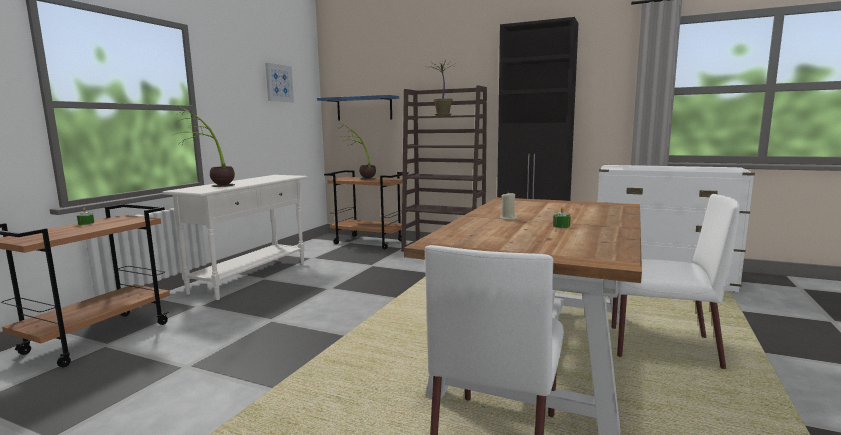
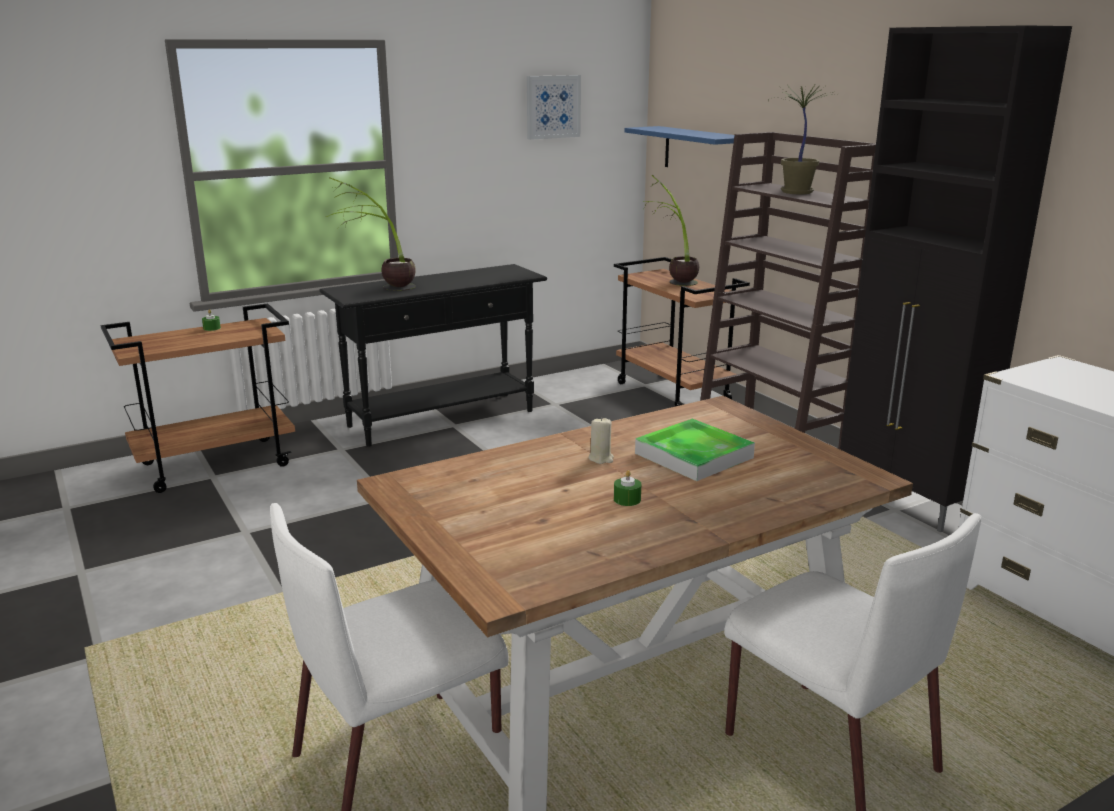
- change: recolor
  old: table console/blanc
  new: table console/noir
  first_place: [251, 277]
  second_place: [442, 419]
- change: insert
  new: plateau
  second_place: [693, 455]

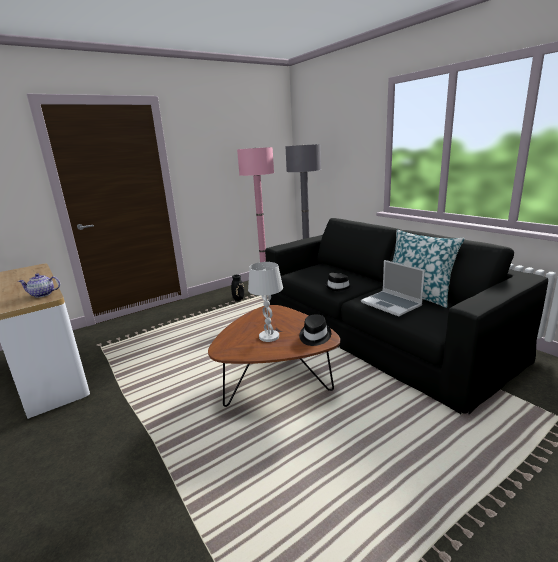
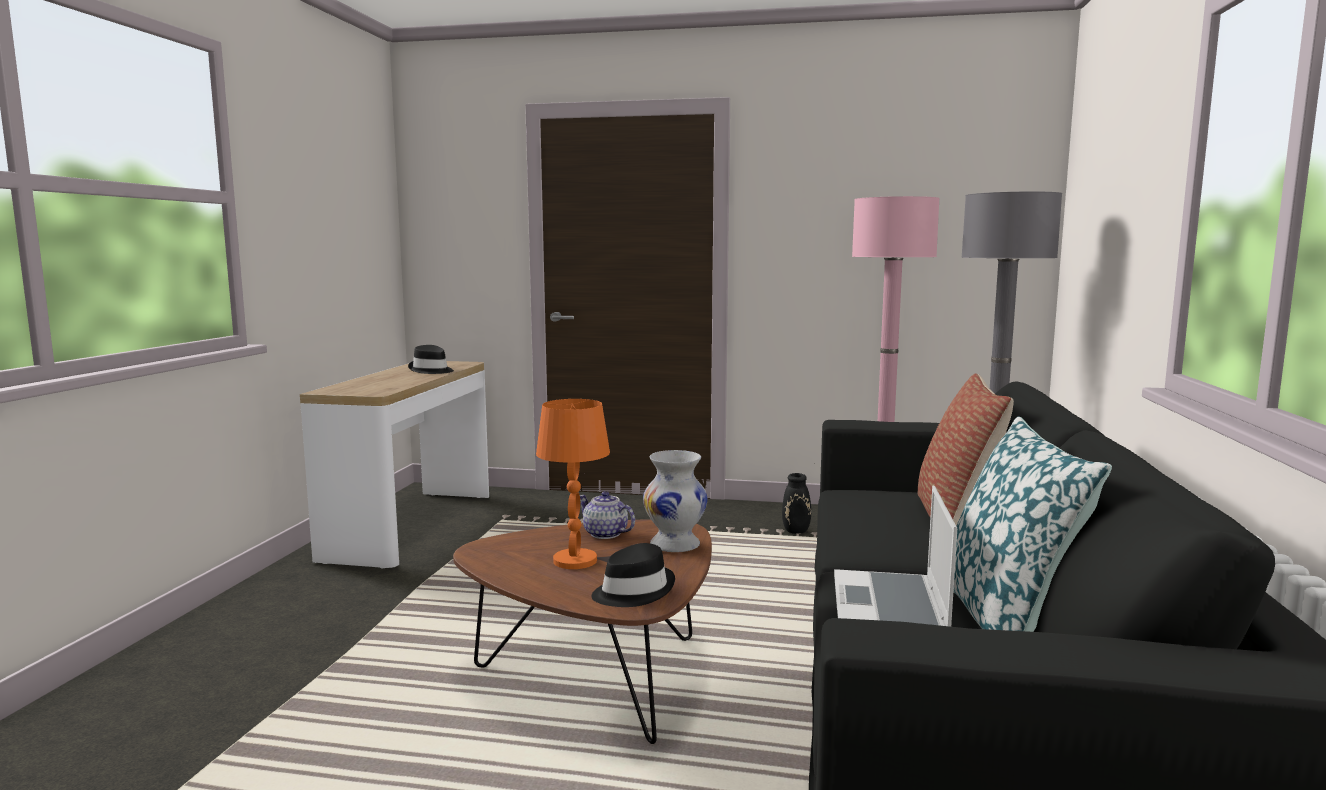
- change: recolor
  old: lampe de table/blanc
  new: lampe de table/orange
  first_place: [269, 336]
  second_place: [574, 561]
- change: move
  old: théière
  first_place: [43, 294]
  second_place: [605, 534]
- change: move
  old: chapeau/noir
  first_place: [338, 287]
  second_place: [431, 370]
- change: insert
  new: coussin
  second_place: [955, 518]
- change: insert
  new: vase/blanc
  second_place: [674, 545]

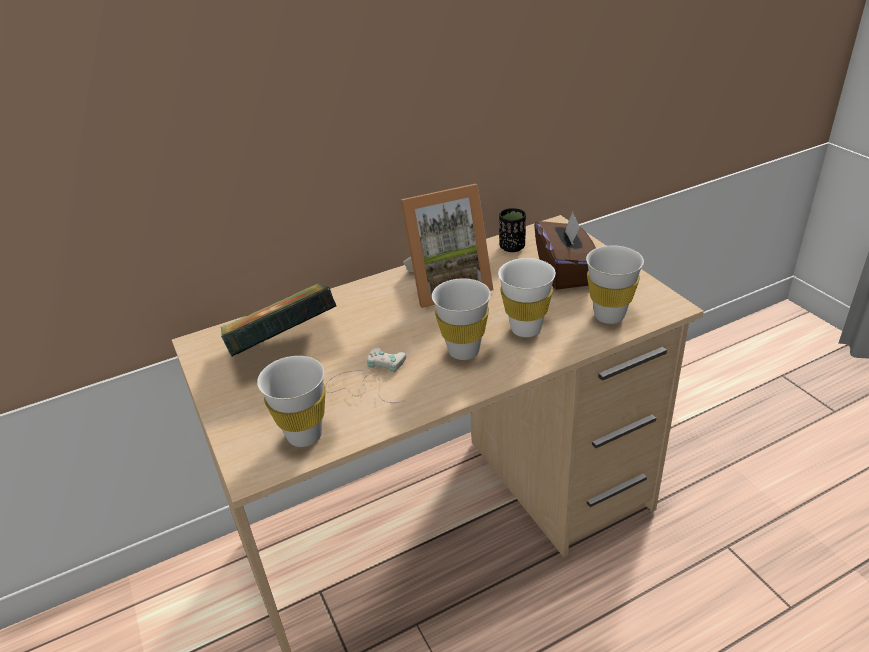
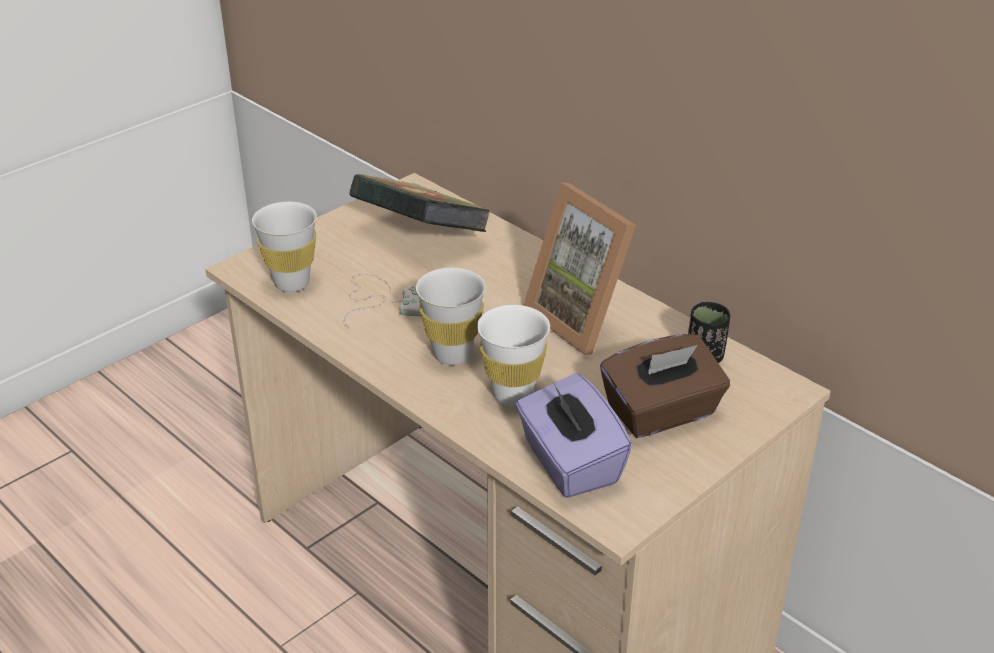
- change: replace
  old: tasse/blanc
  new: boîte à mouchoirs/violet
  first_place: [609, 316]
  second_place: [569, 463]

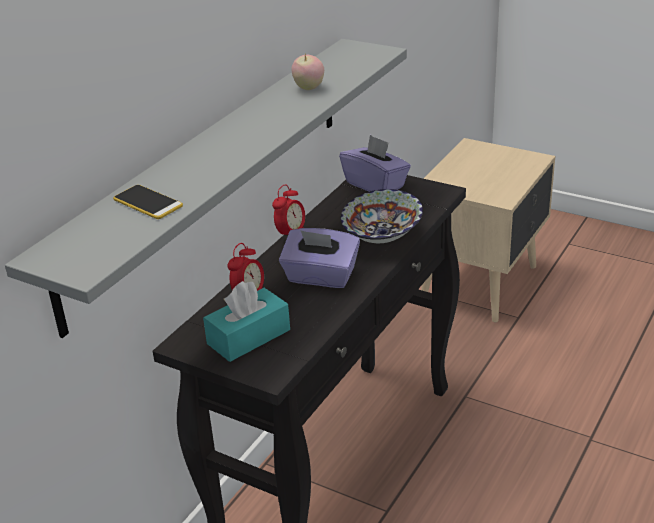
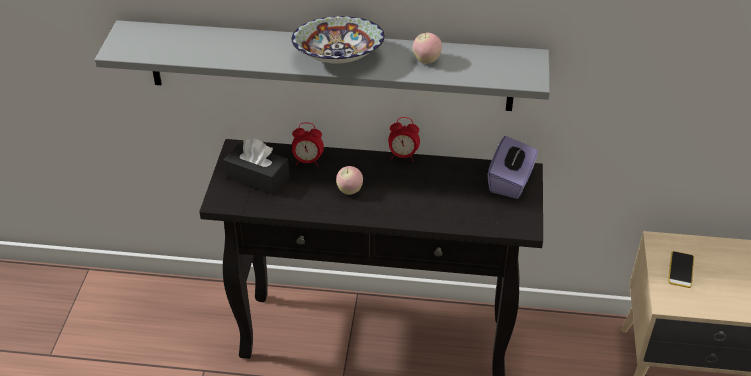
- change: move
  old: téléphone
  first_place: [148, 203]
  second_place: [681, 270]
- change: move
  old: bol
  first_place: [383, 236]
  second_place: [338, 58]
- change: replace
  old: boîte à mouchoirs/violet
  new: pomme
  first_place: [320, 277]
  second_place: [349, 190]
- change: recolor
  old: boîte à mouchoirs/turquoise
  new: boîte à mouchoirs/noir
  first_place: [248, 337]
  second_place: [257, 177]

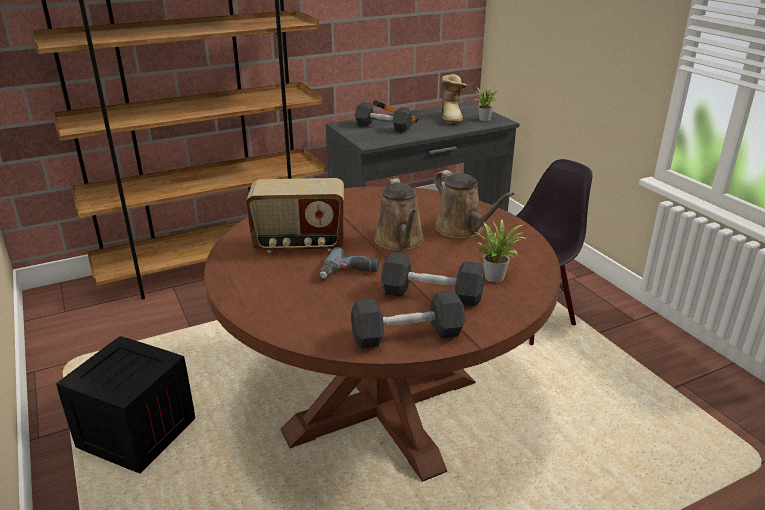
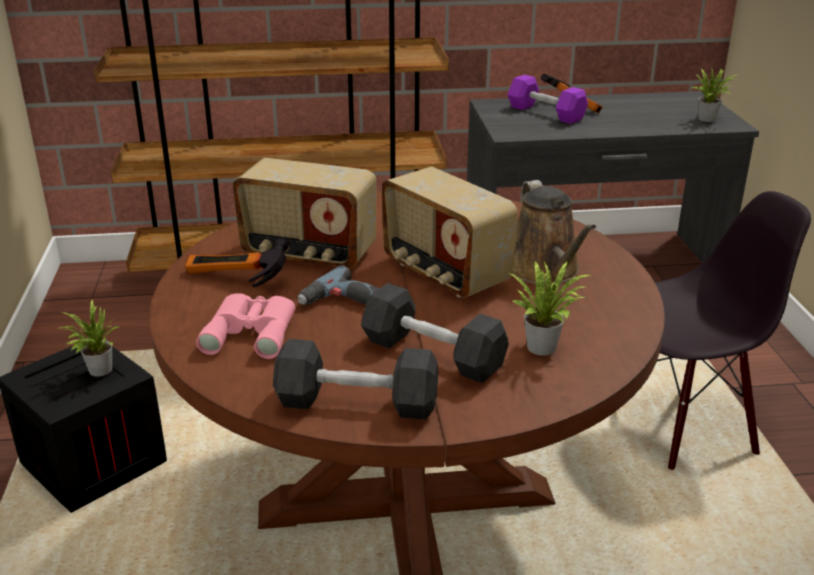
- change: delete
  old: botte
  first_place: [452, 117]
- change: recolor
  old: haltère/noir
  new: haltère/violet
  first_place: [383, 127]
  second_place: [546, 113]
- change: replace
  old: arrosoir/marron
  new: radio
  first_place: [400, 241]
  second_place: [444, 273]
- change: insert
  new: marteau
  second_place: [233, 282]
- change: insert
  new: jumelles/rose
  second_place: [252, 331]
- change: insert
  new: plante en pot
  second_place: [97, 370]

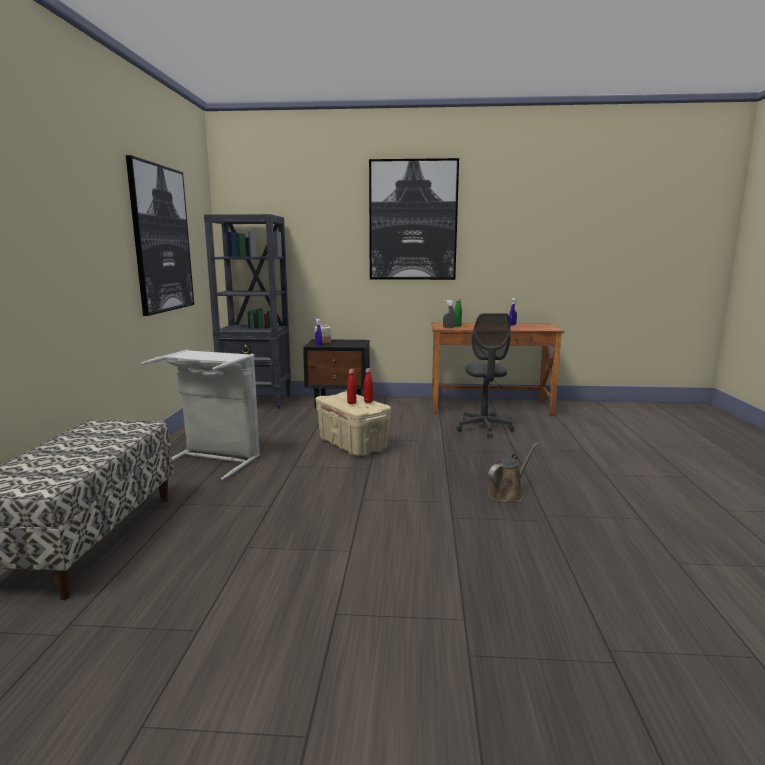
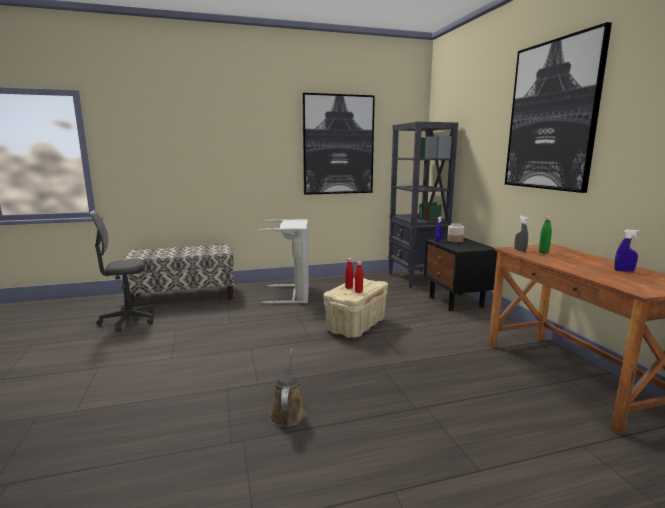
- change: move
  old: chaise de bureau/gris
  first_place: [484, 428]
  second_place: [128, 321]
- change: rotate
  old: arrosoir/marron
  first_place: [507, 494]
  second_place: [288, 412]
  degrees: -120

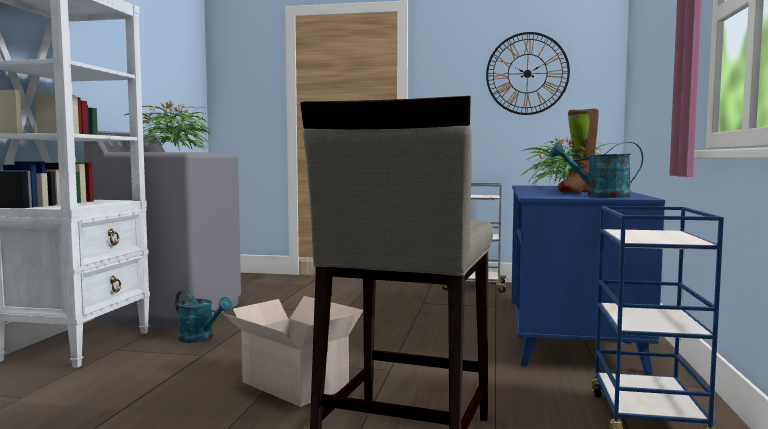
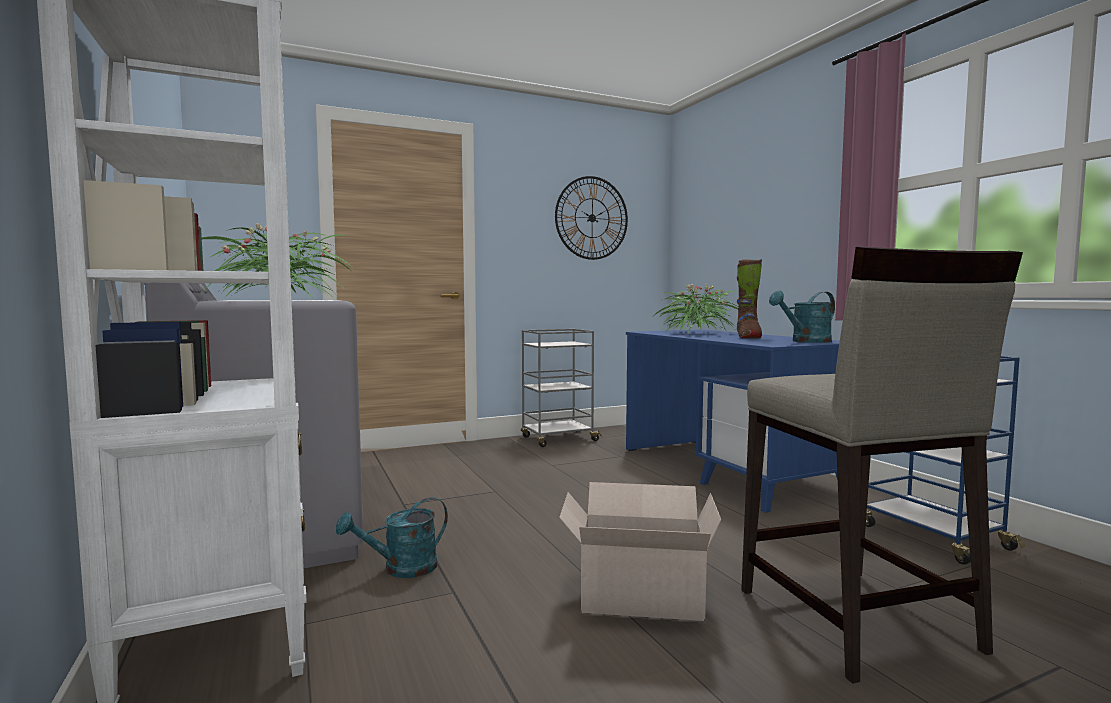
- change: rotate
  old: arrosoir/turquoise
  first_place: [201, 339]
  second_place: [401, 569]
  degrees: 150

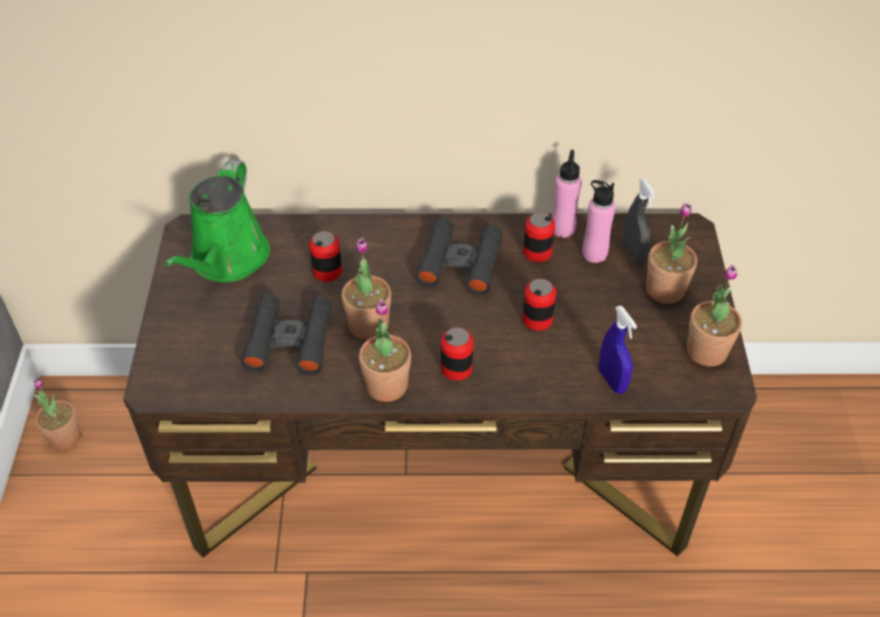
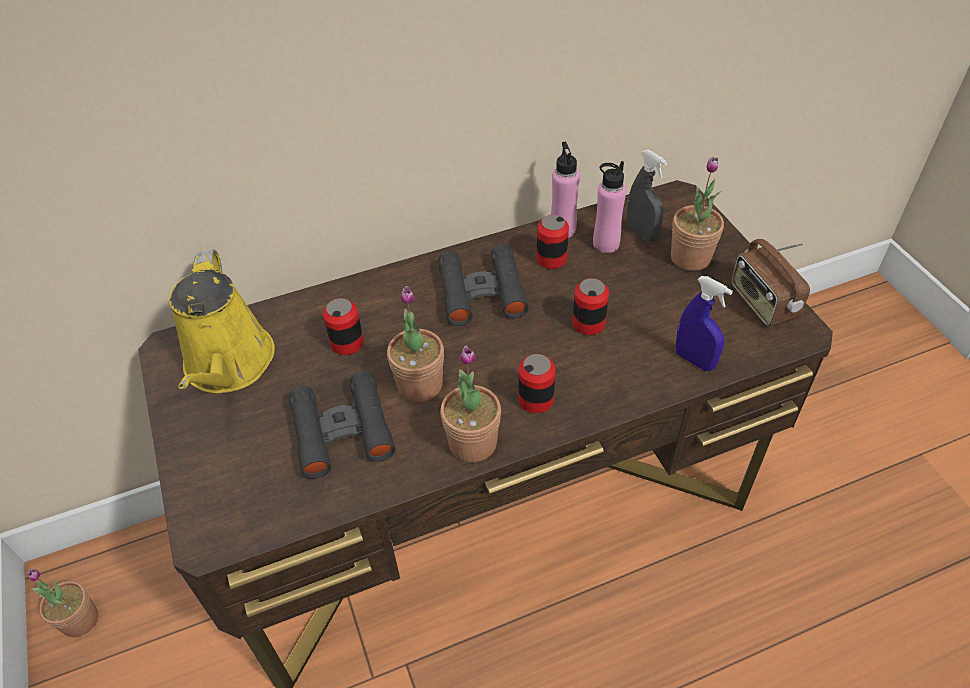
- change: recolor
  old: arrosoir/vert
  new: arrosoir/jaune
  first_place: [227, 260]
  second_place: [229, 366]
- change: replace
  old: plante en pot
  new: radio
  first_place: [706, 351]
  second_place: [762, 302]

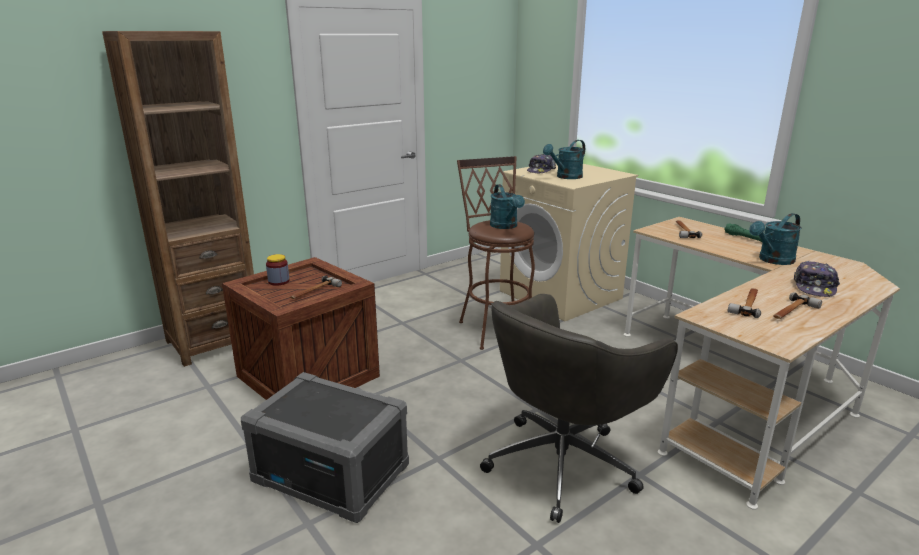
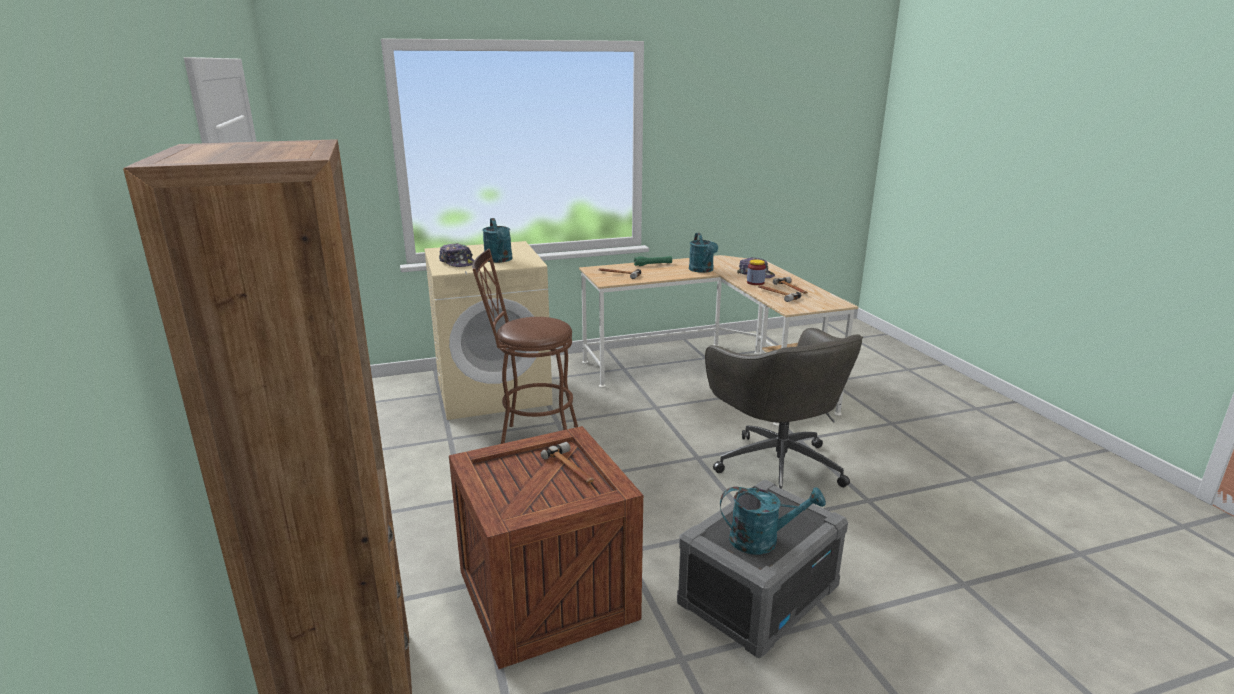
- change: move
  old: arrosoir/turquoise
  first_place: [506, 226]
  second_place: [762, 540]
- change: move
  old: bocal
  first_place: [279, 281]
  second_place: [755, 282]

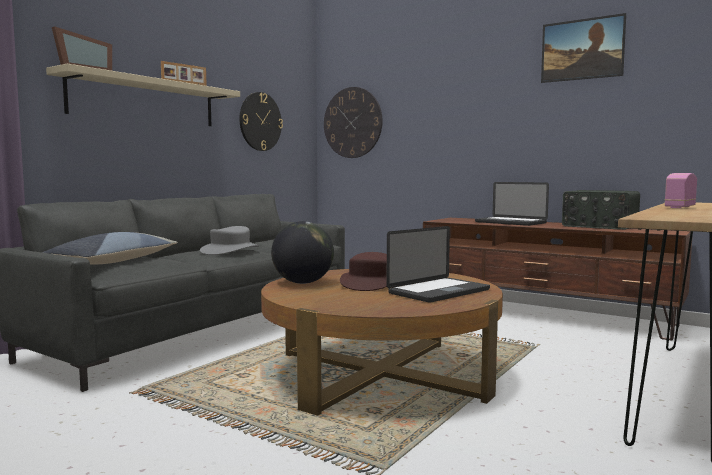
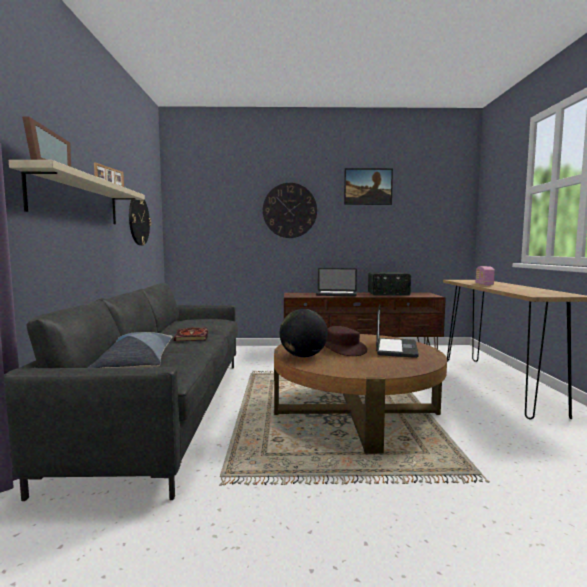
- change: move
  old: horloge murale
  first_place: [352, 122]
  second_place: [289, 210]
- change: replace
  old: chapeau/gris
  new: livre
  first_place: [230, 250]
  second_place: [192, 336]

